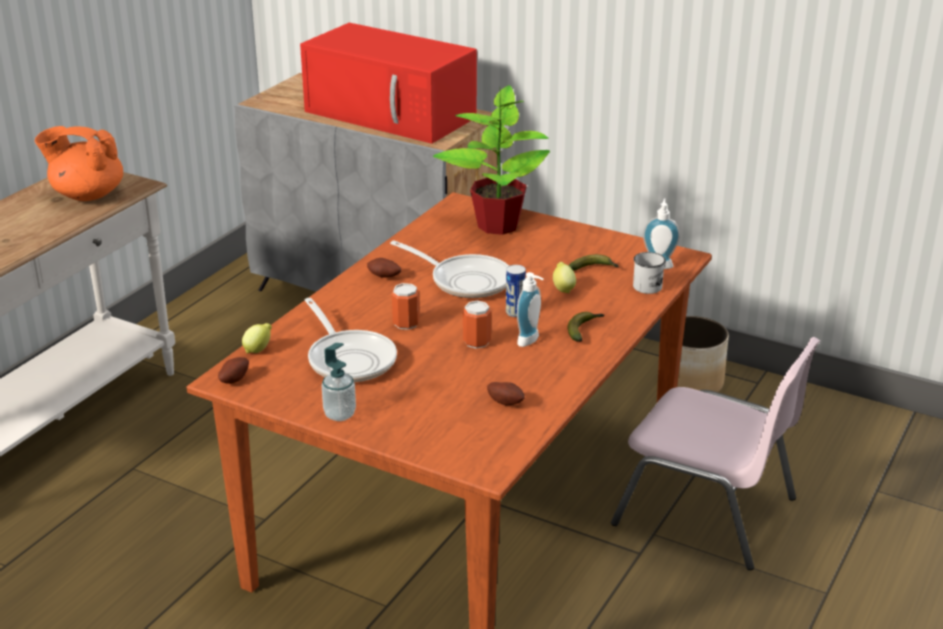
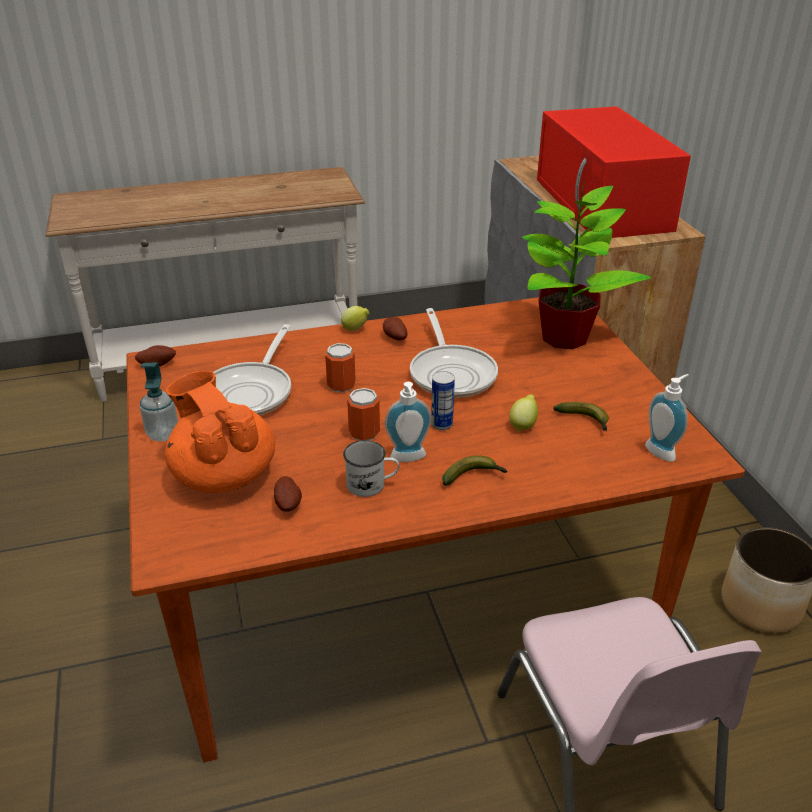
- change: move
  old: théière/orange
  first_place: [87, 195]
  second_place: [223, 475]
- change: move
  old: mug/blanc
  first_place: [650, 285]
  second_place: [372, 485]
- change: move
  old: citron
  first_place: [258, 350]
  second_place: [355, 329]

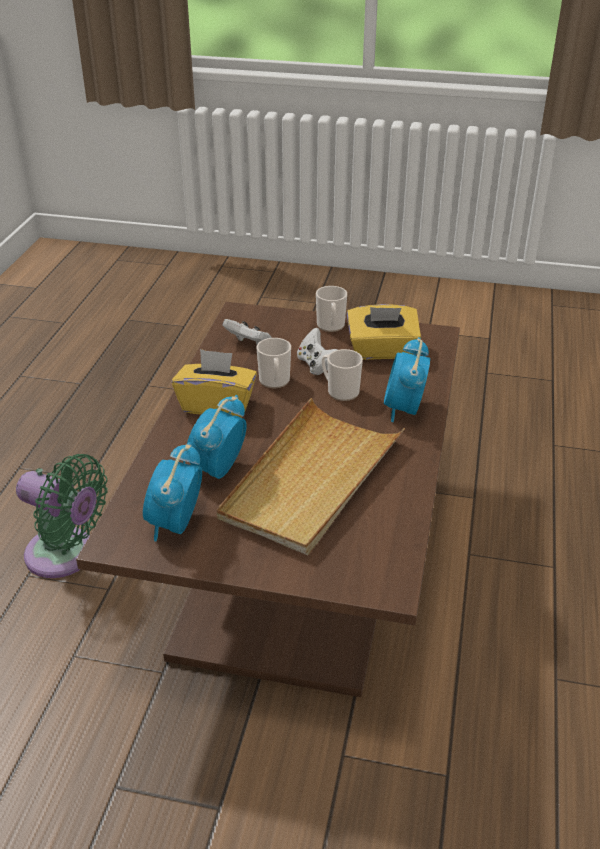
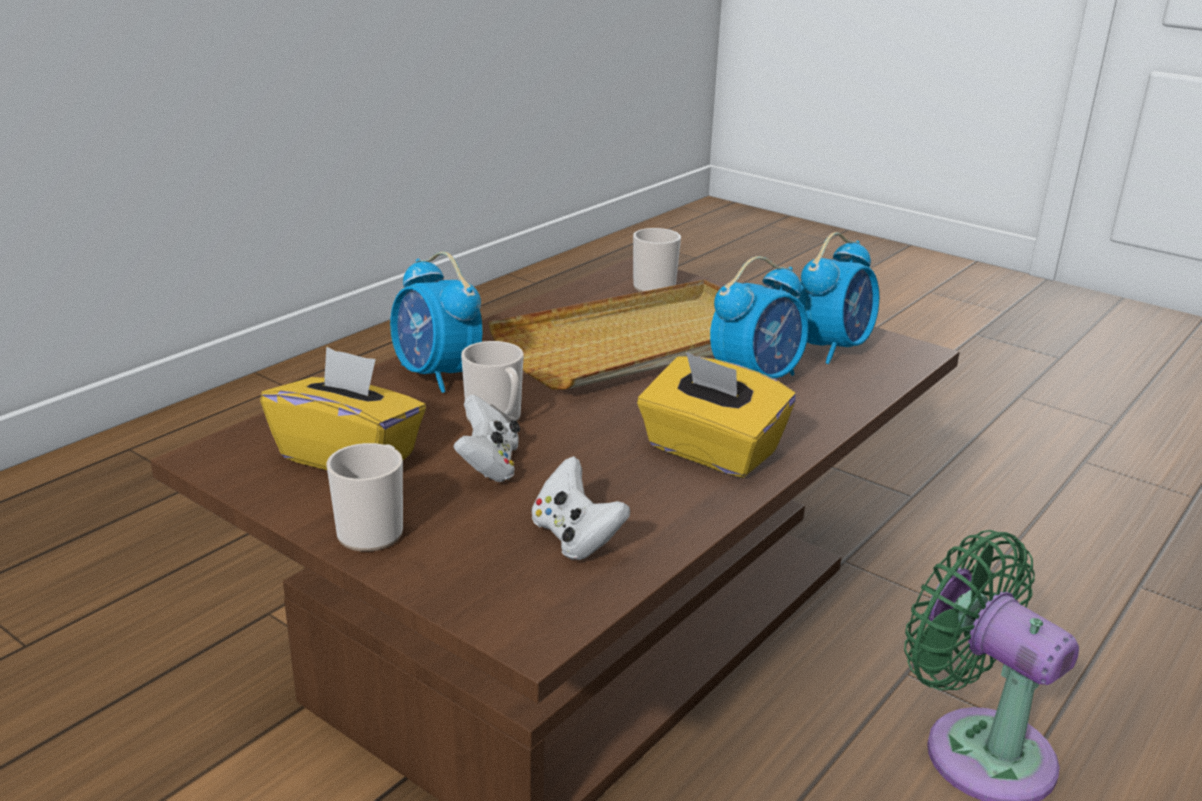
- change: rotate
  old: réveil
  first_place: [404, 409]
  second_place: [437, 375]
  degrees: 105
- change: move
  old: mug
  first_place: [275, 382]
  second_place: [655, 285]

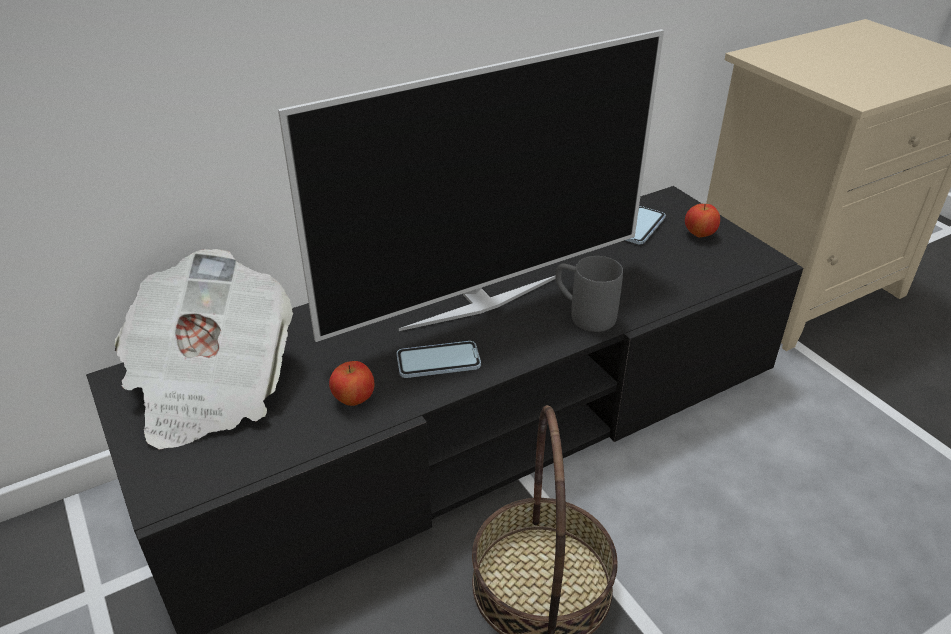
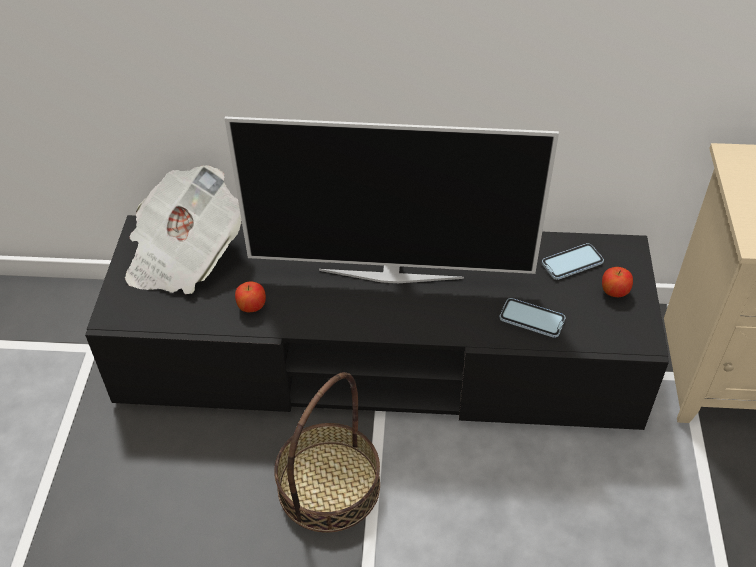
- change: delete
  old: mug/gris
  first_place: [583, 314]
- change: move
  old: téléphone
  first_place: [438, 362]
  second_place: [532, 319]

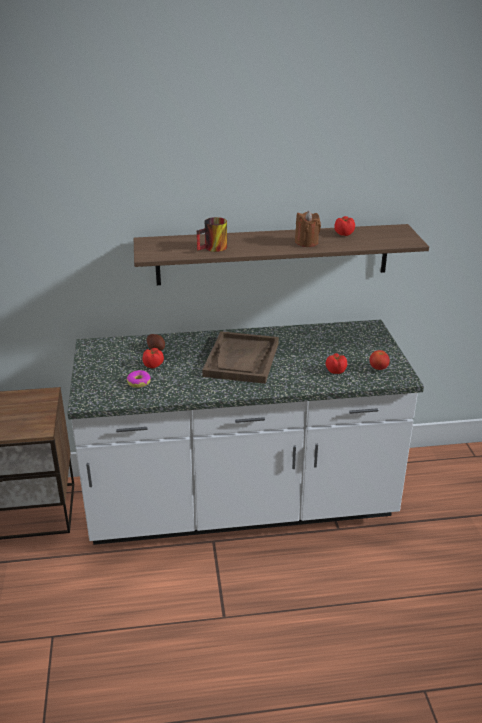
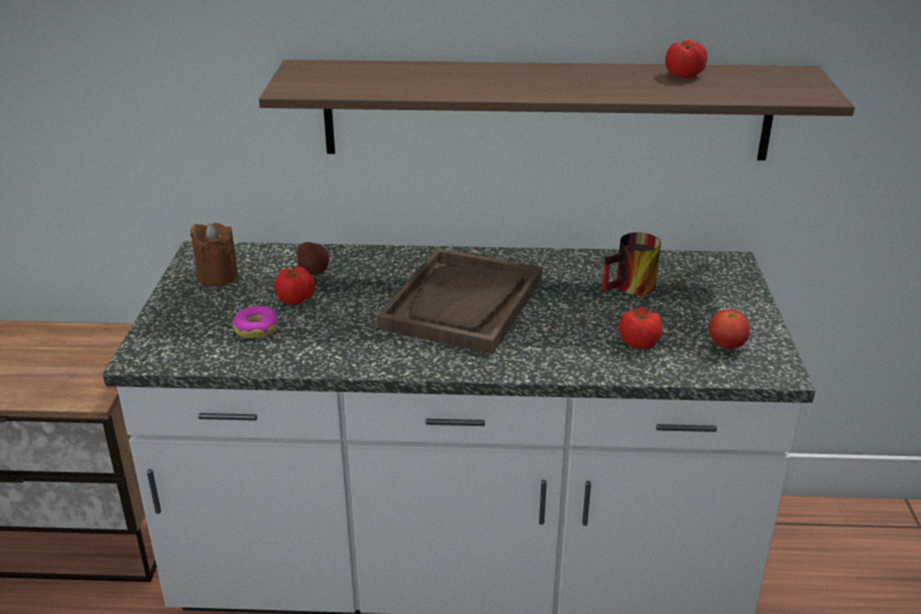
- change: move
  old: bougie/marron
  first_place: [306, 242]
  second_place: [217, 276]
- change: move
  old: mug
  first_place: [214, 249]
  second_place: [631, 288]

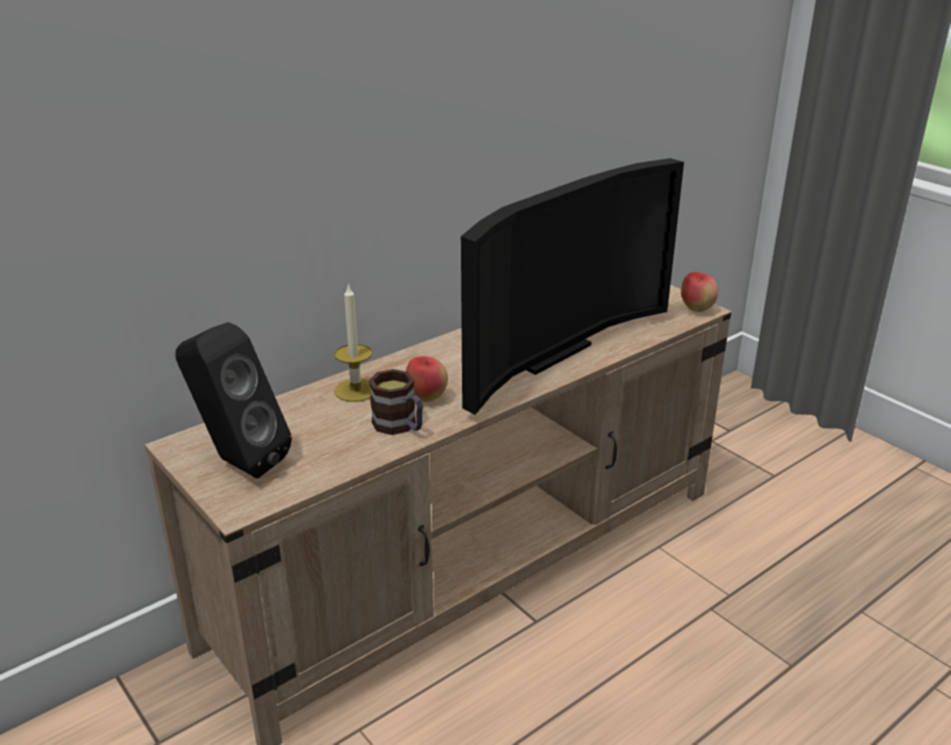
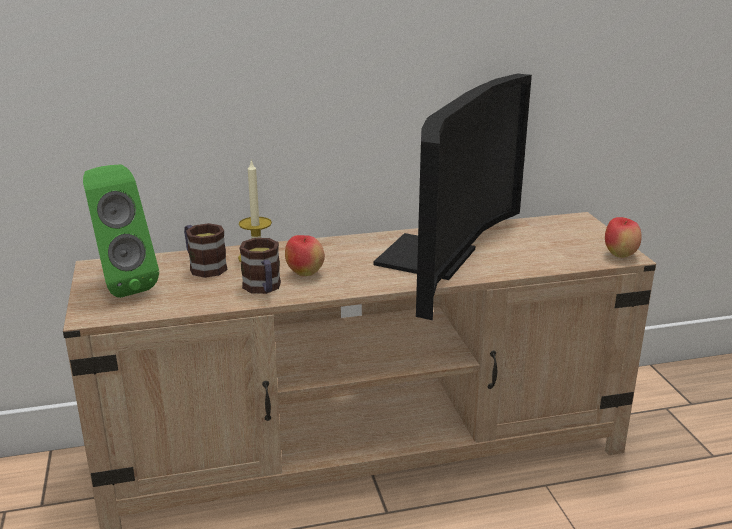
- change: rotate
  old: téléviseur
  first_place: [543, 351]
  second_place: [439, 260]
  degrees: -45
- change: recolor
  old: enceinte/noir
  new: enceinte/vert
  first_place: [237, 462]
  second_place: [122, 285]
- change: insert
  new: mug
  second_place: [203, 266]

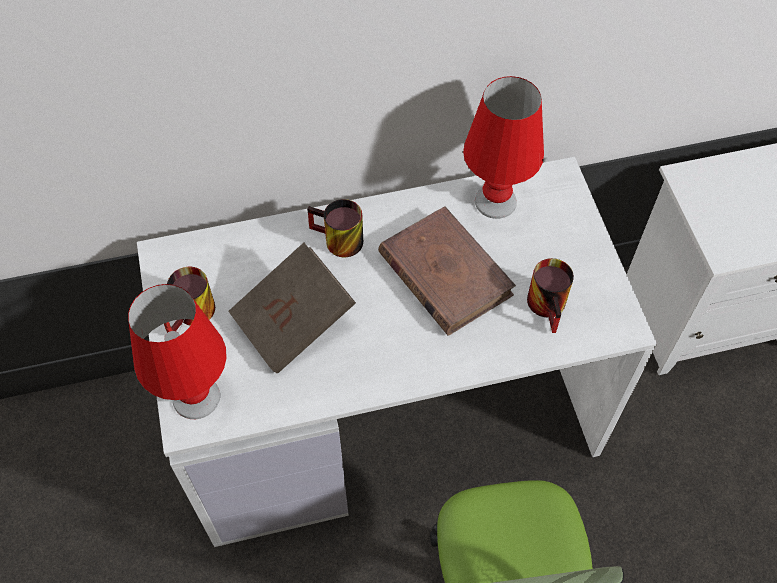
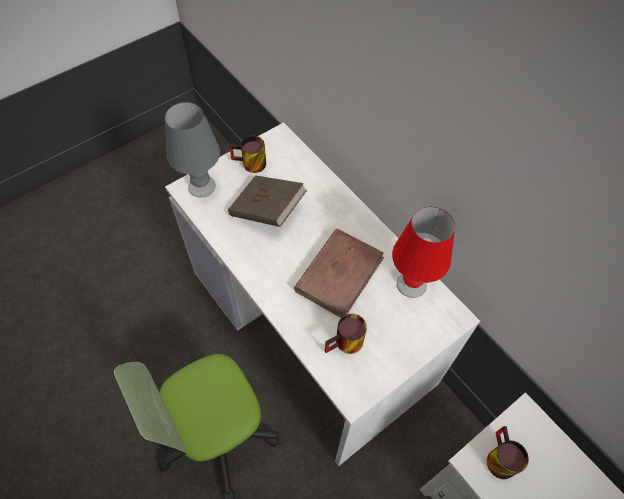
- change: move
  old: mug
  first_place: [336, 242]
  second_place: [497, 457]
- change: recolor
  old: lampe de table/rouge
  new: lampe de table/gris
  first_place: [196, 396]
  second_place: [202, 186]

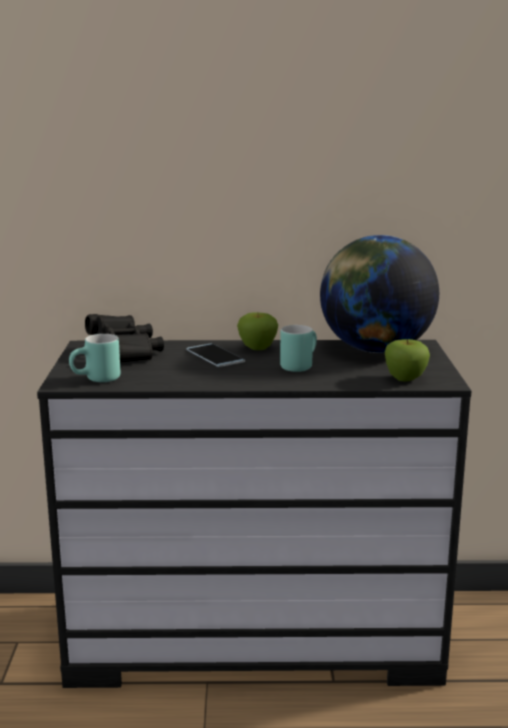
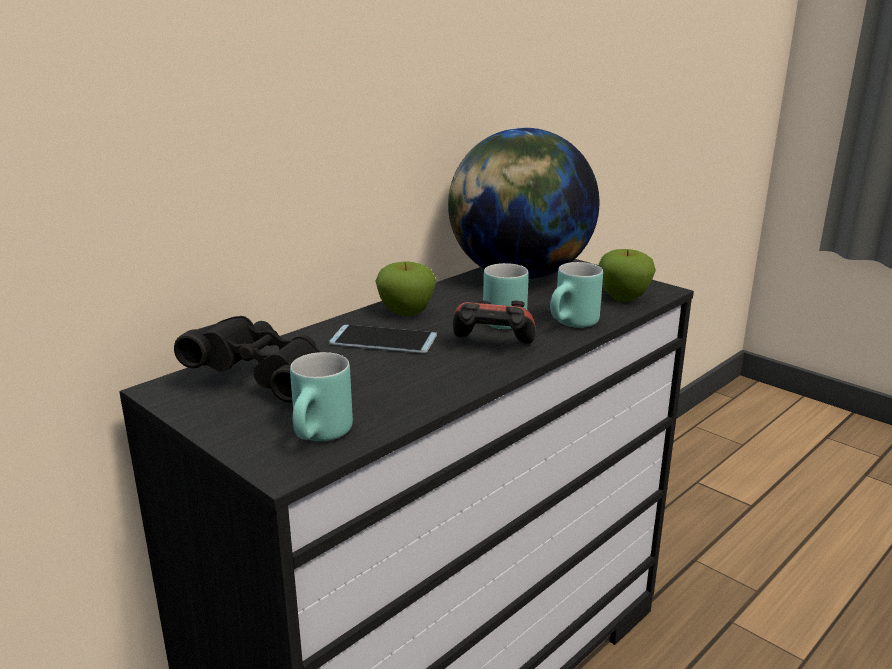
- change: insert
  new: mug/turquoise
  second_place: [574, 325]
- change: insert
  new: manette
  second_place: [492, 347]

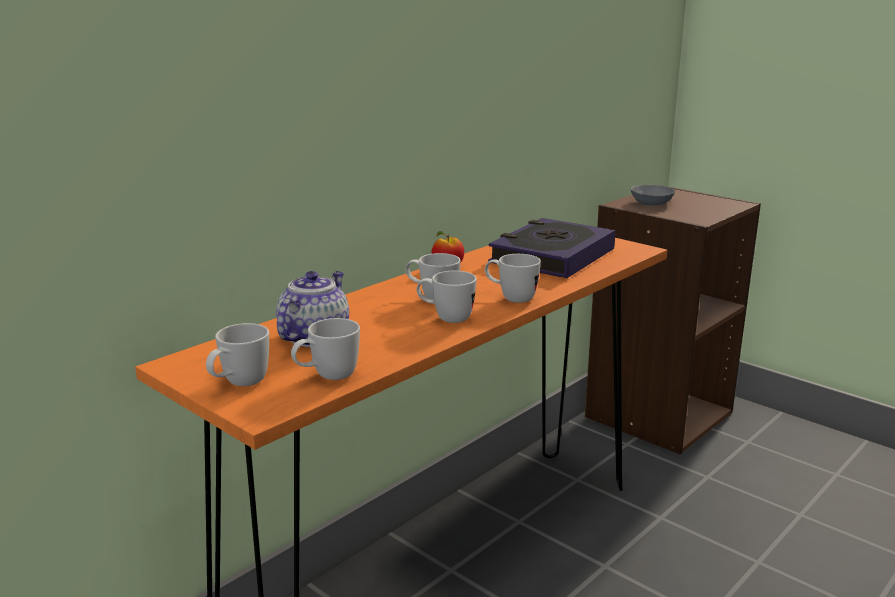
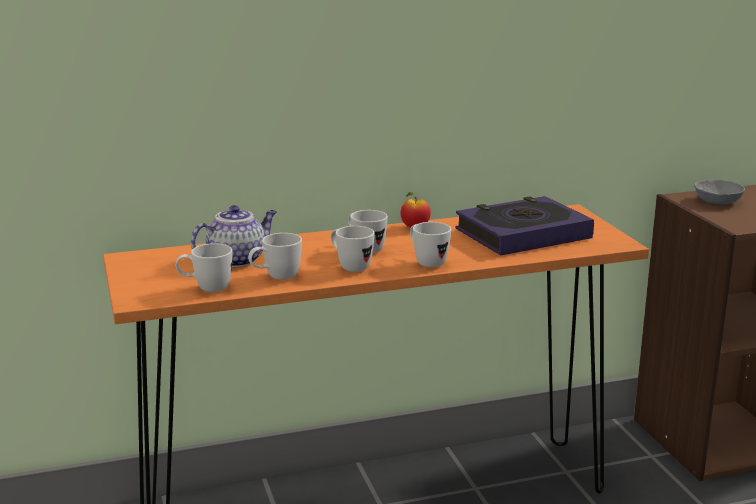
- change: move
  old: mug/blanc
  first_place: [239, 385]
  second_place: [276, 278]

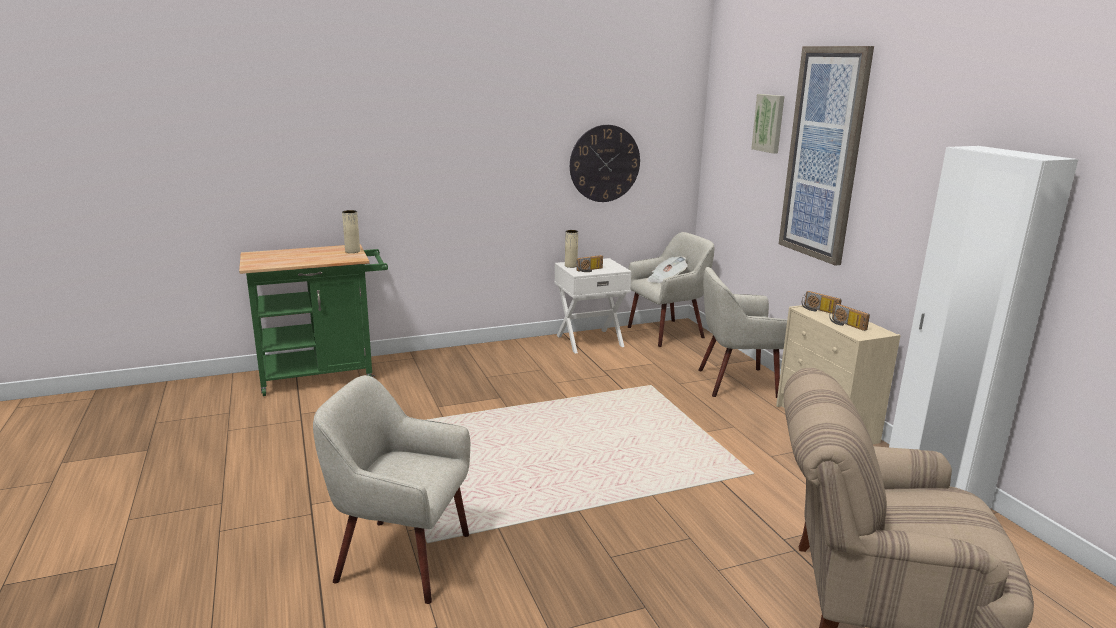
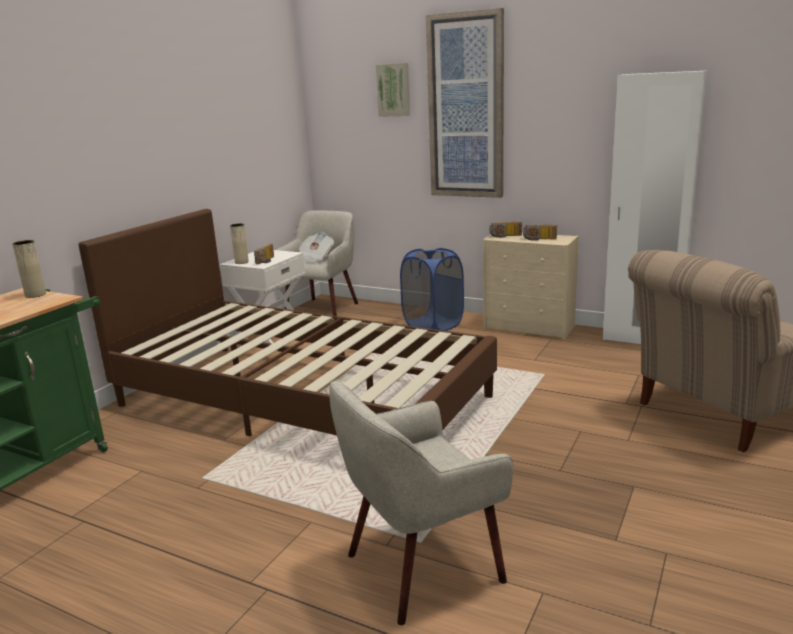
- change: delete
  old: horloge murale
  first_place: [604, 163]
- change: replace
  old: fauteuil/beige
  new: panier à linge/bleu
  first_place: [736, 382]
  second_place: [433, 324]
- change: insert
  new: lit/marron
  second_place: [301, 401]

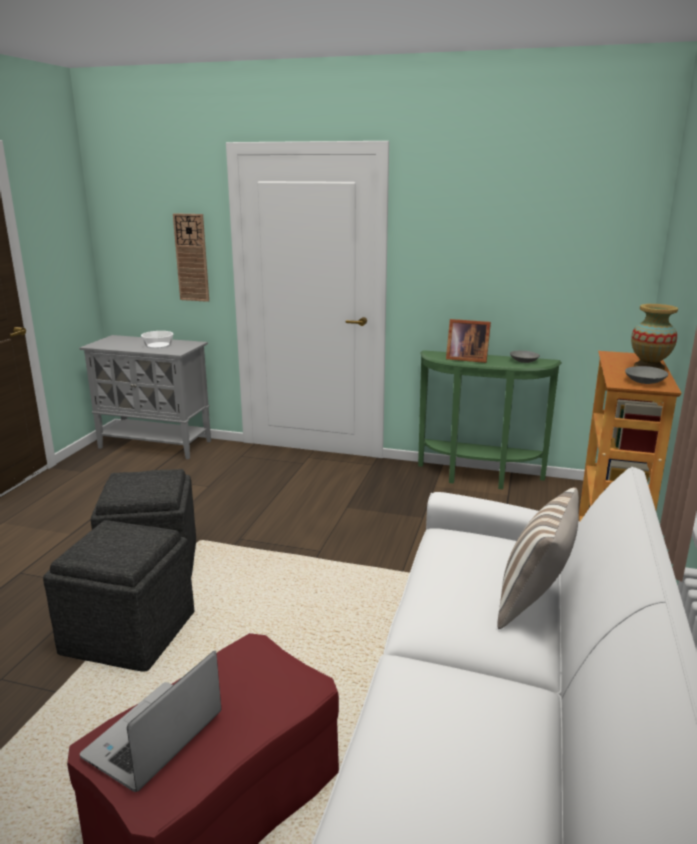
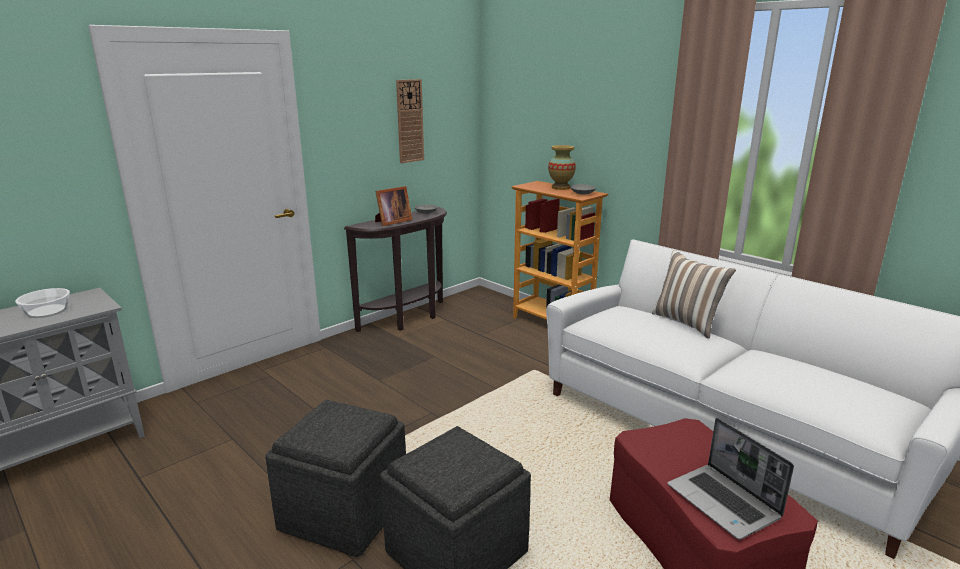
- change: move
  old: horloge murale
  first_place: [192, 258]
  second_place: [409, 121]
- change: recolor
  old: table console/vert
  new: table console/marron
  first_place: [479, 478]
  second_place: [409, 319]

